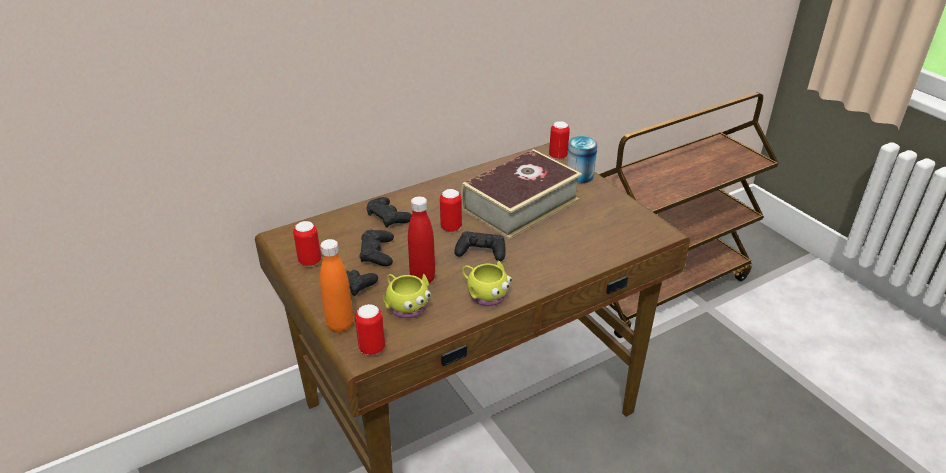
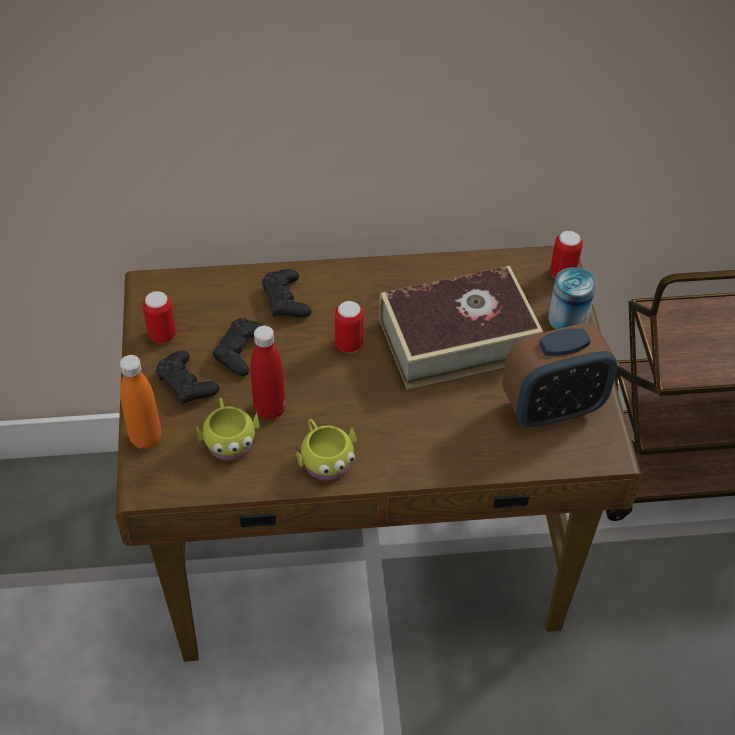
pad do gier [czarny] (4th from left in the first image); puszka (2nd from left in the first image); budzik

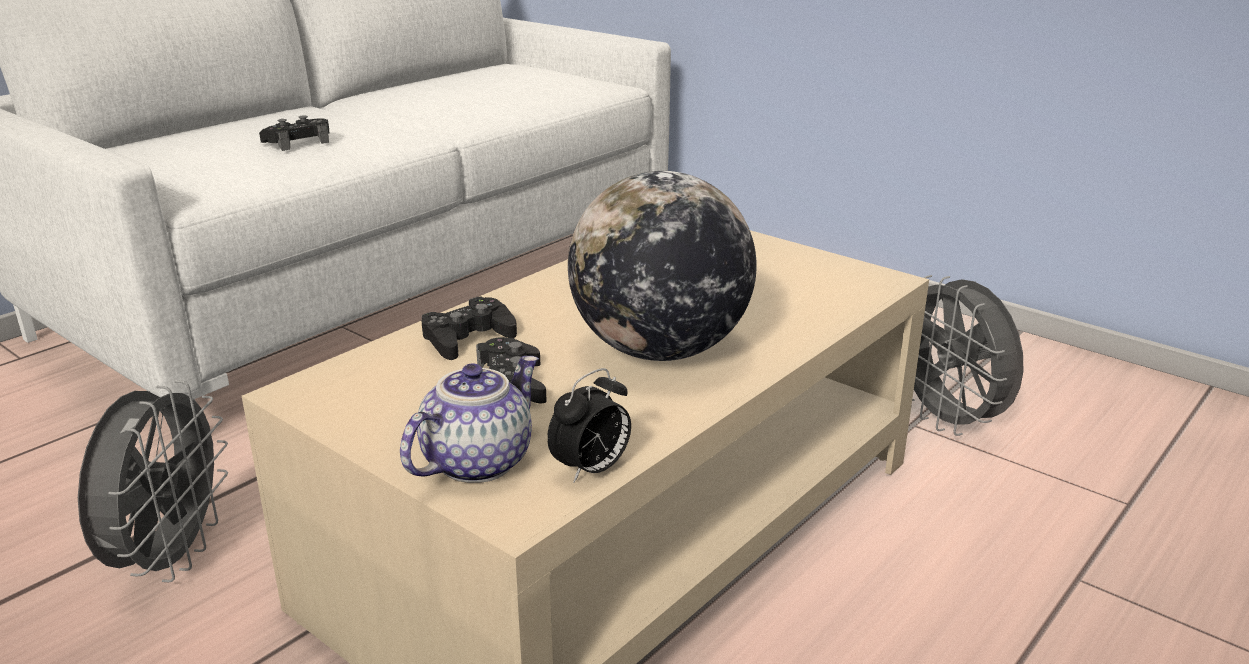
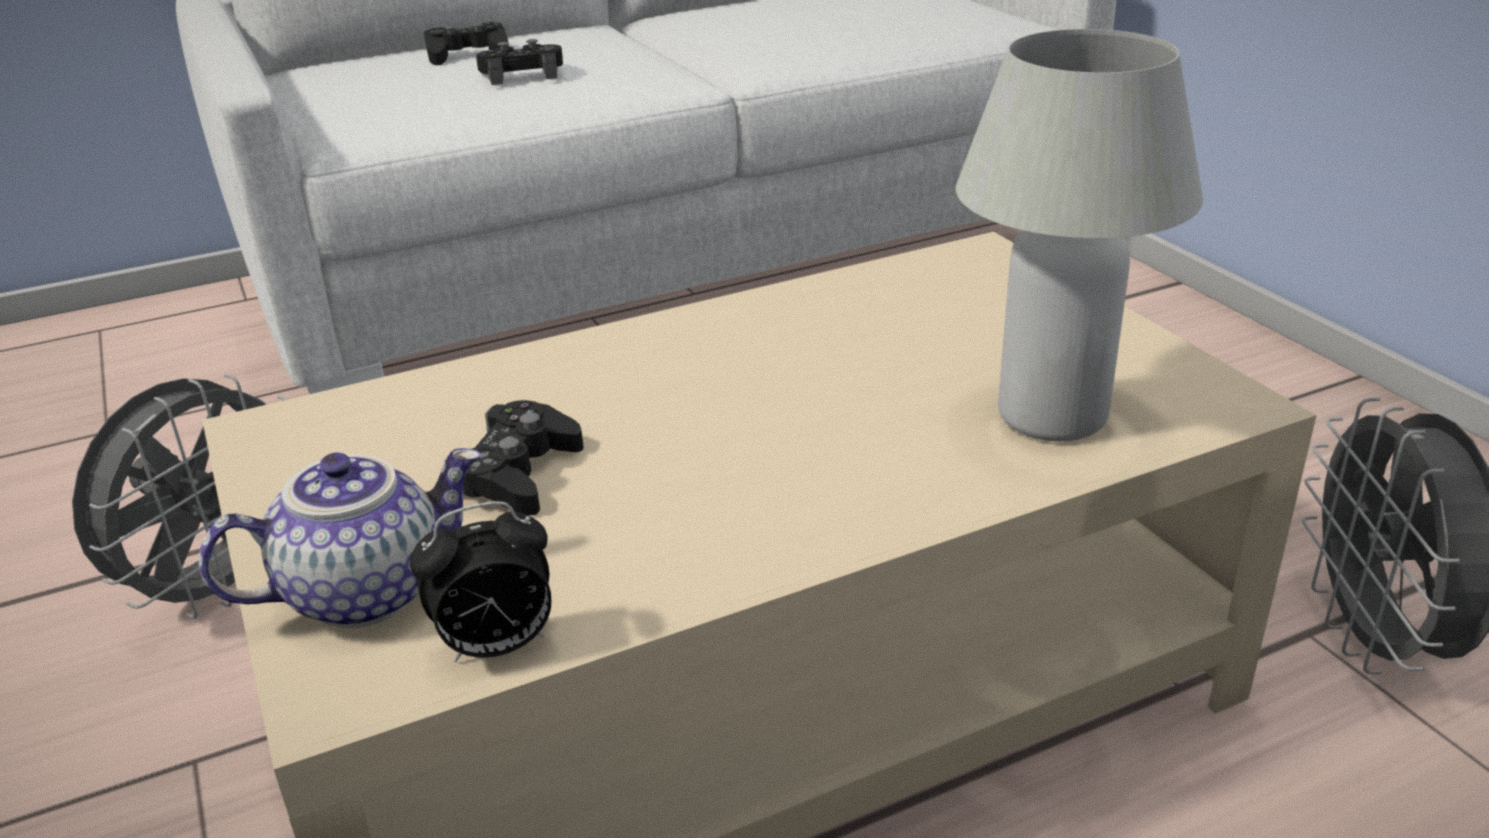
globus; pad do gier [czarny] (1st from left); lampa stołowa [biały]

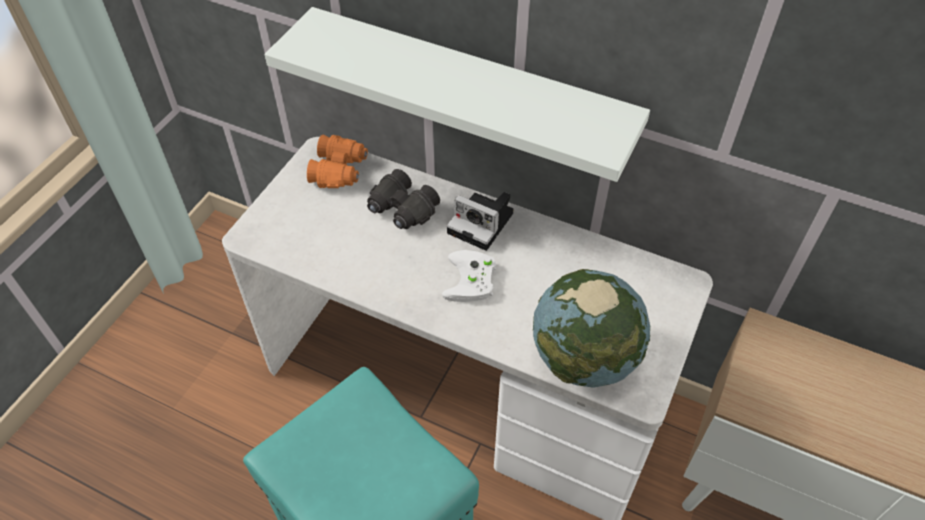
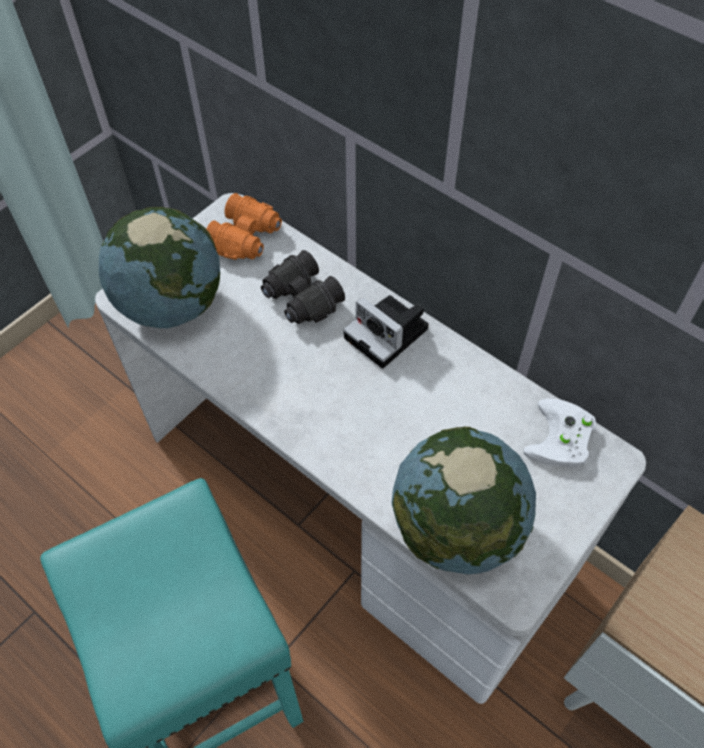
półka [biały]; pad do gier [biały]; globus (1st from left)

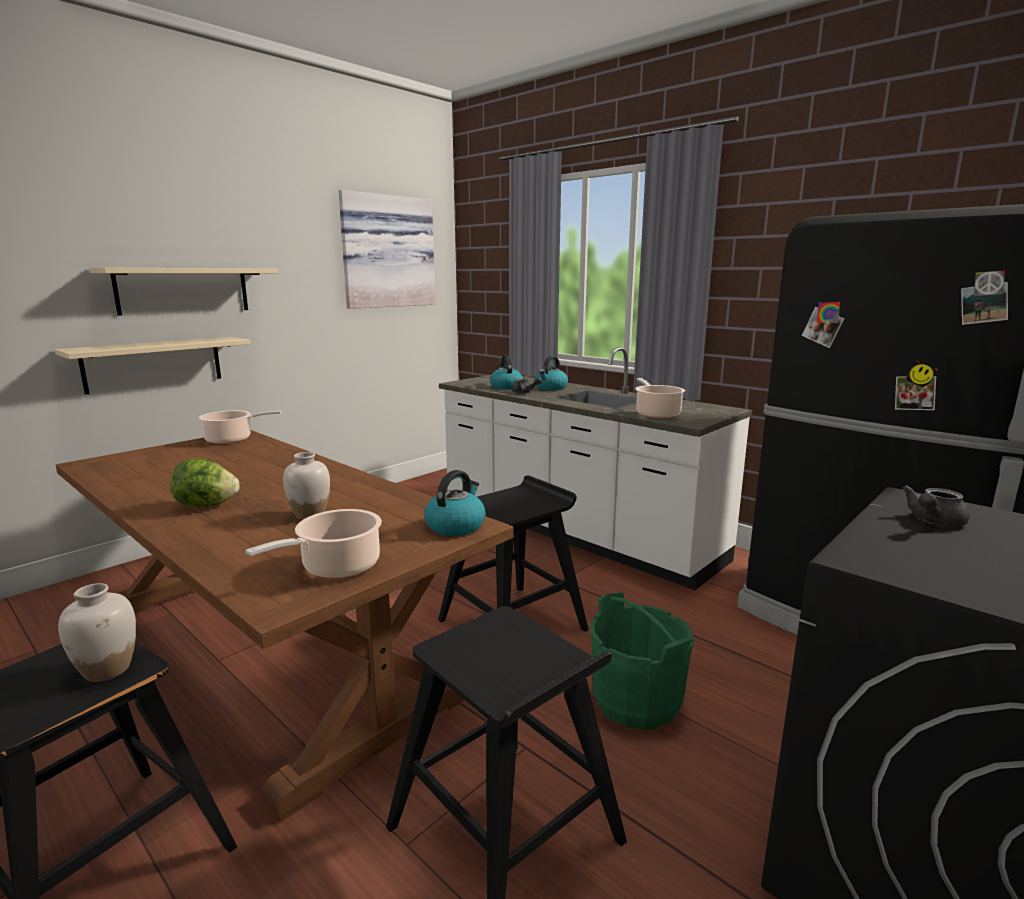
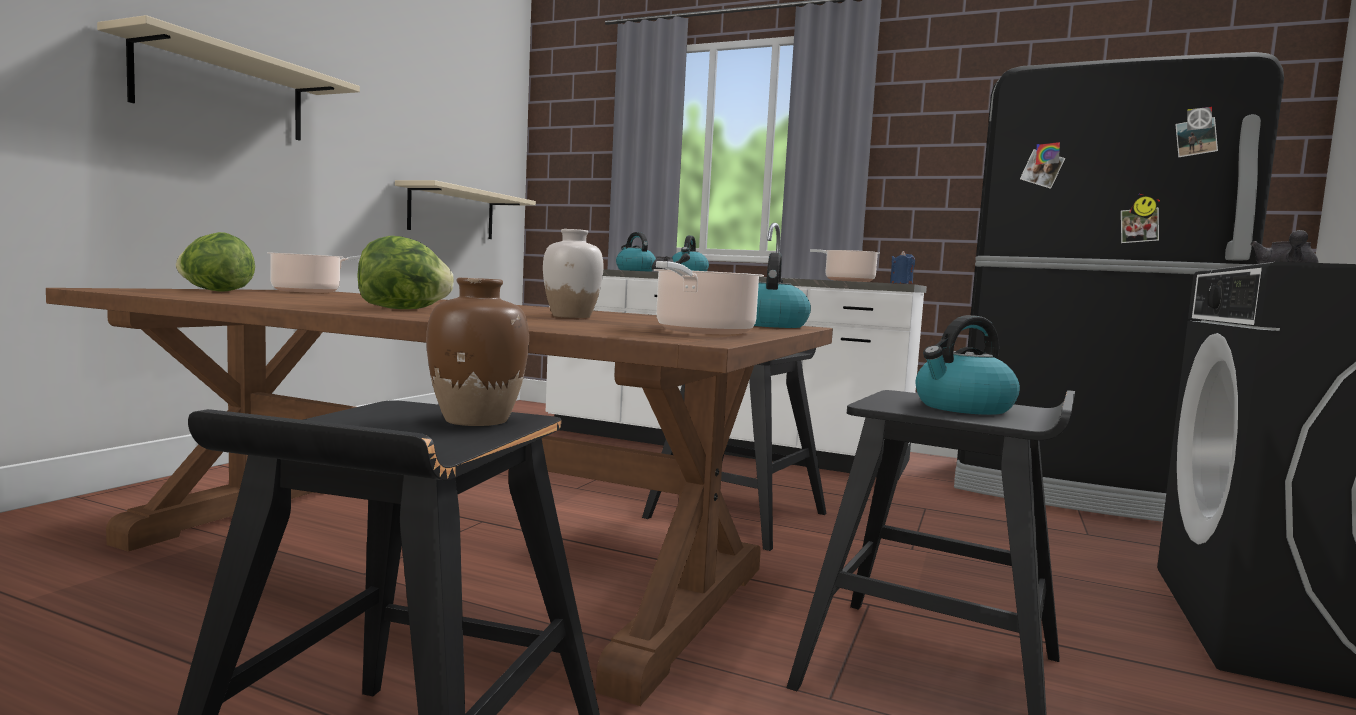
obraz; półka [beżowy] (2nd from left); wazon [brązowy]; wiadro [zielony]; sałata (1st from left); świeca [niebieski]; czajnik (4th from left)

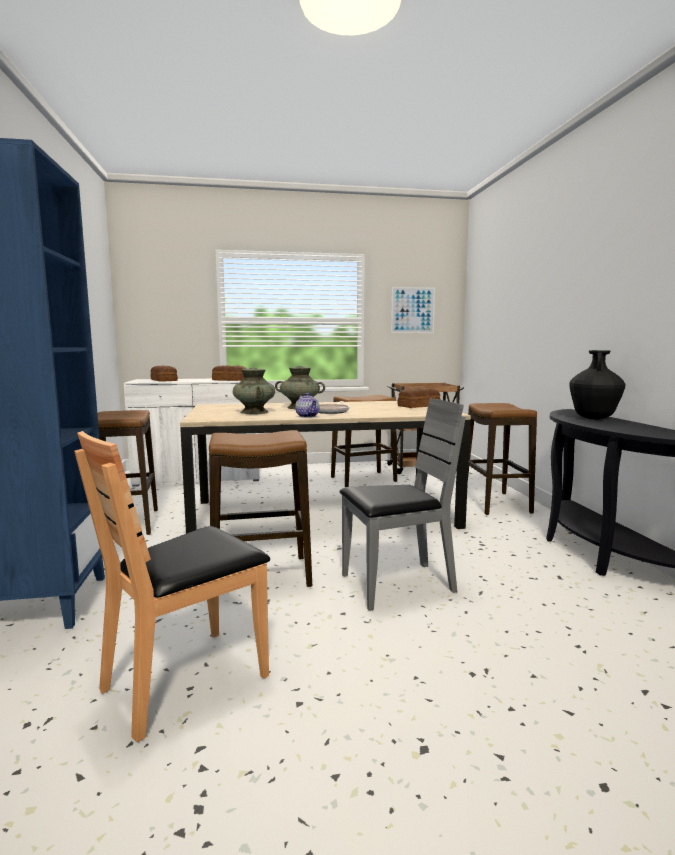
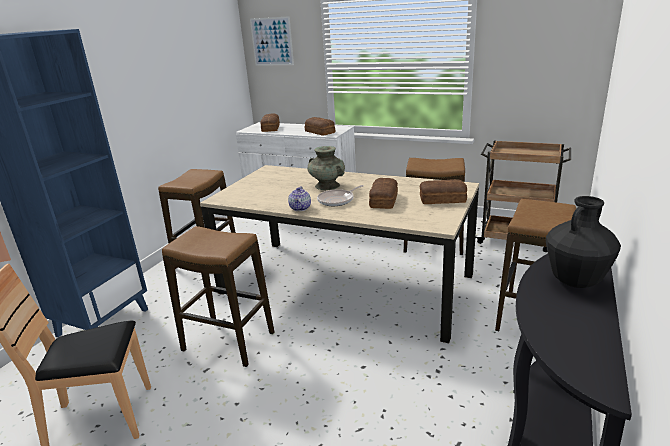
obraz; wazon [turkusowy] (1st from left in the first image); krzesło [szary]; chleb (3rd from left)

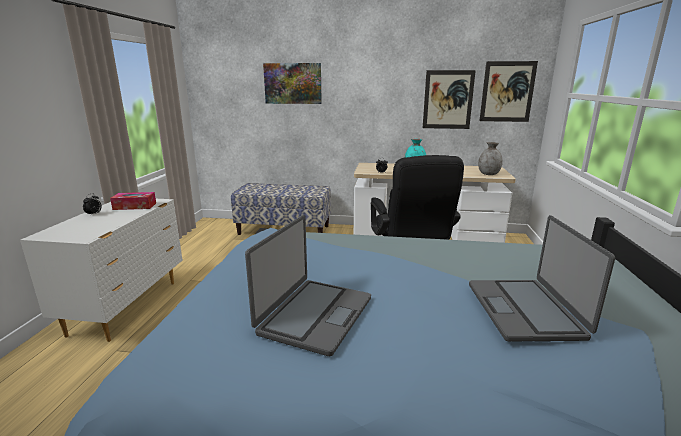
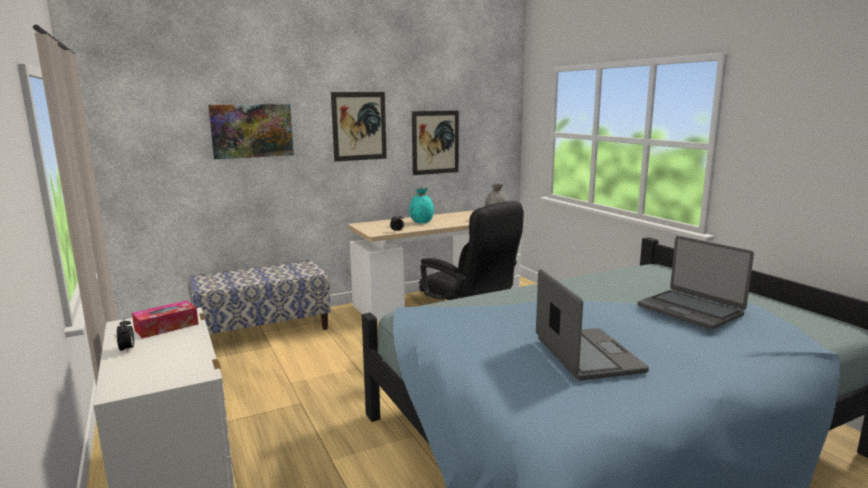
obraz (2nd from left)

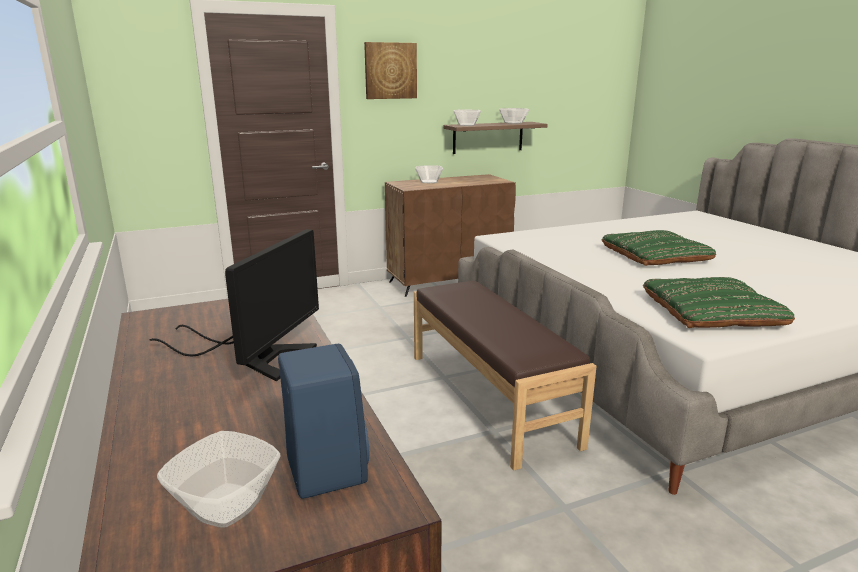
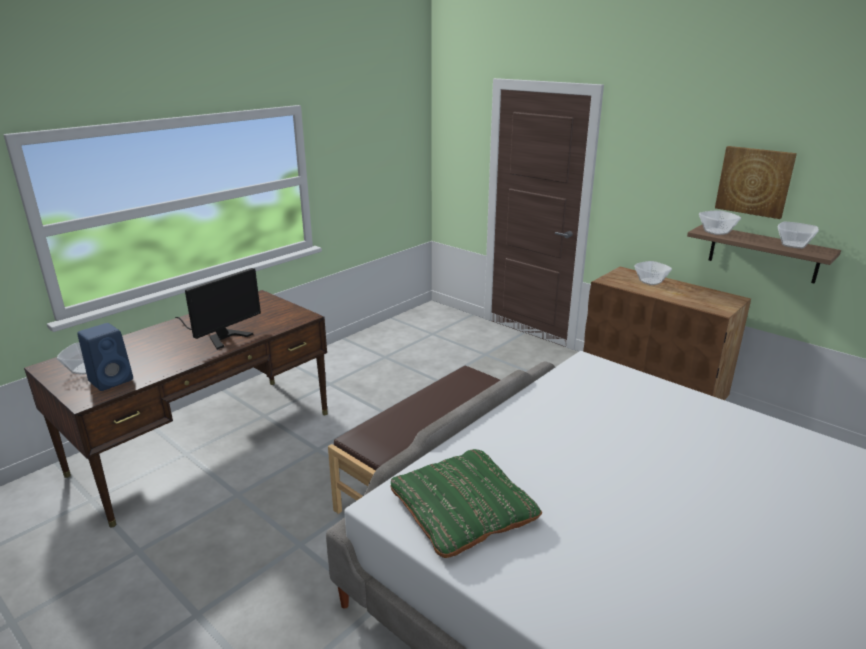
obraz; monitor; poduszka [zielony] (1st from left in the first image)

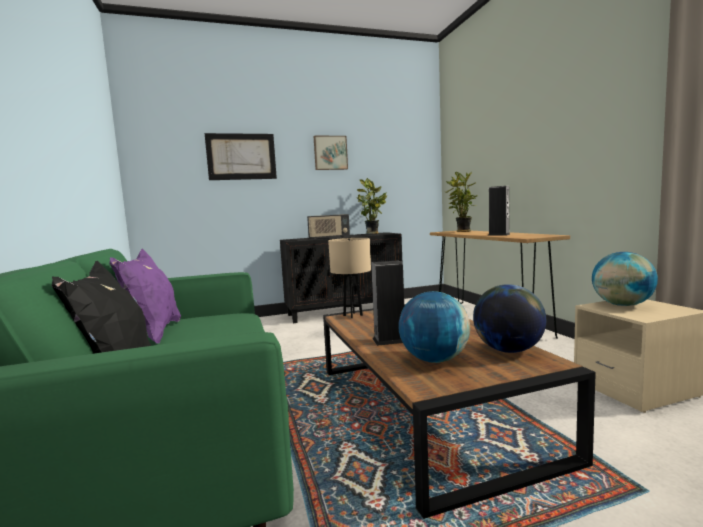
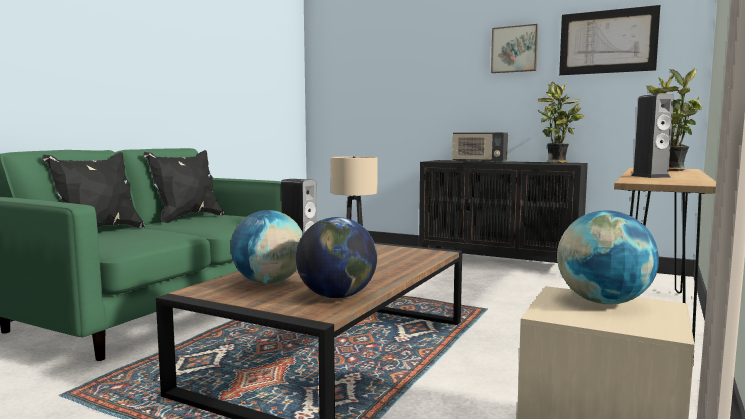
obraz (2nd from left); poduszka [czarny] (2nd from left)

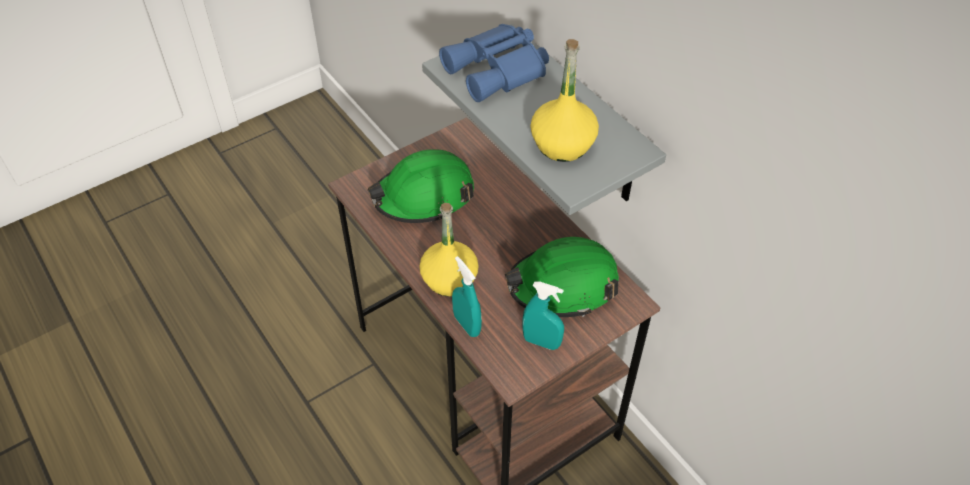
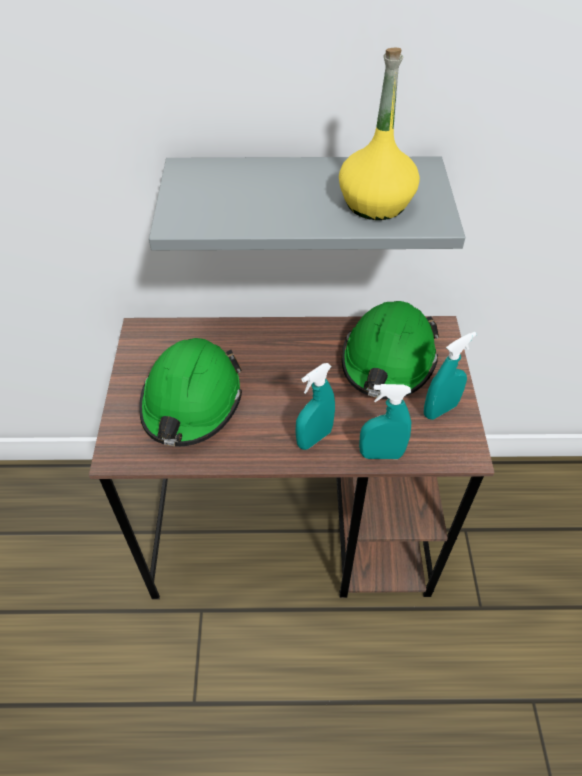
lornetka [niebieski]; spryskiwacz [turkusowy] (1st from left)

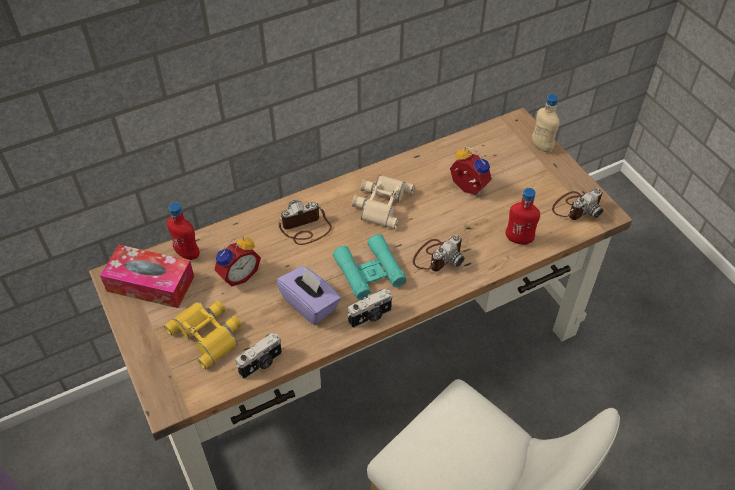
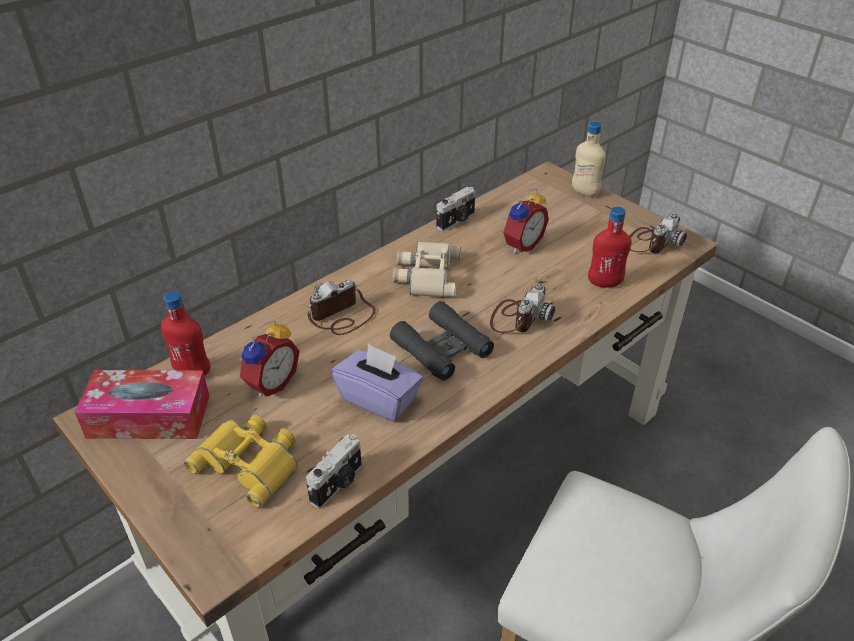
budzik (2nd from left); lornetka [czarny]; aparat fotograficzny (3rd from left)

